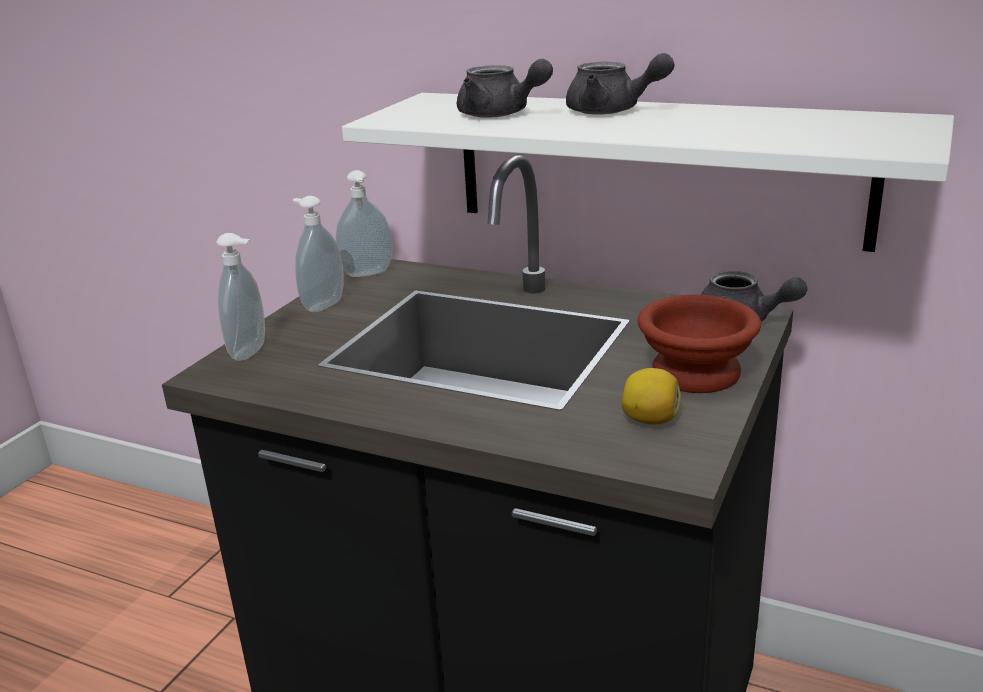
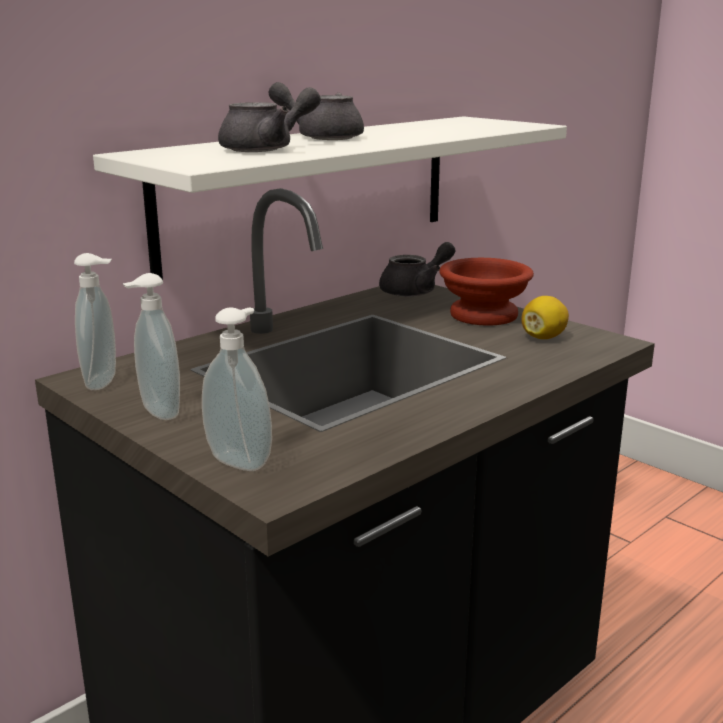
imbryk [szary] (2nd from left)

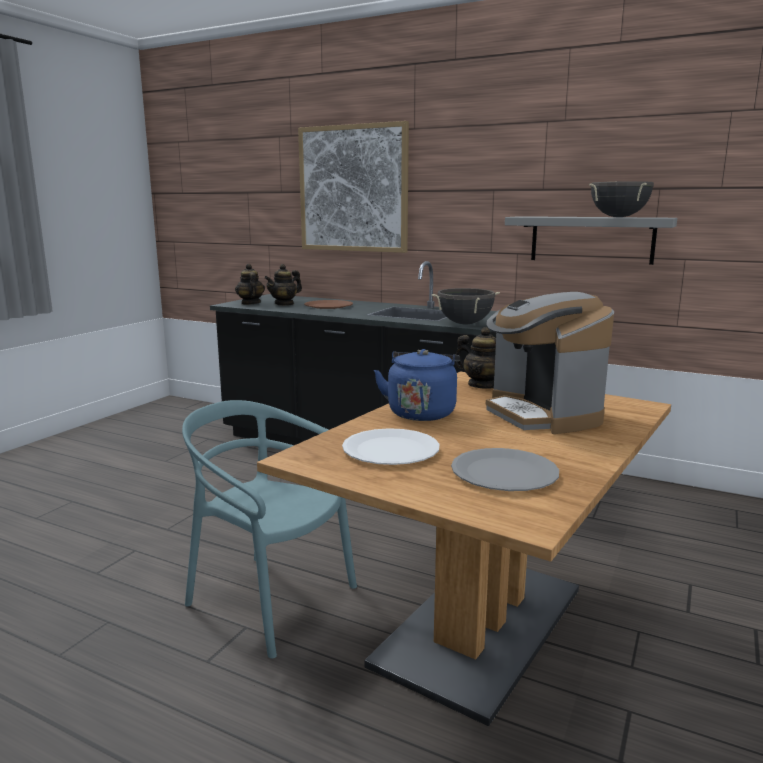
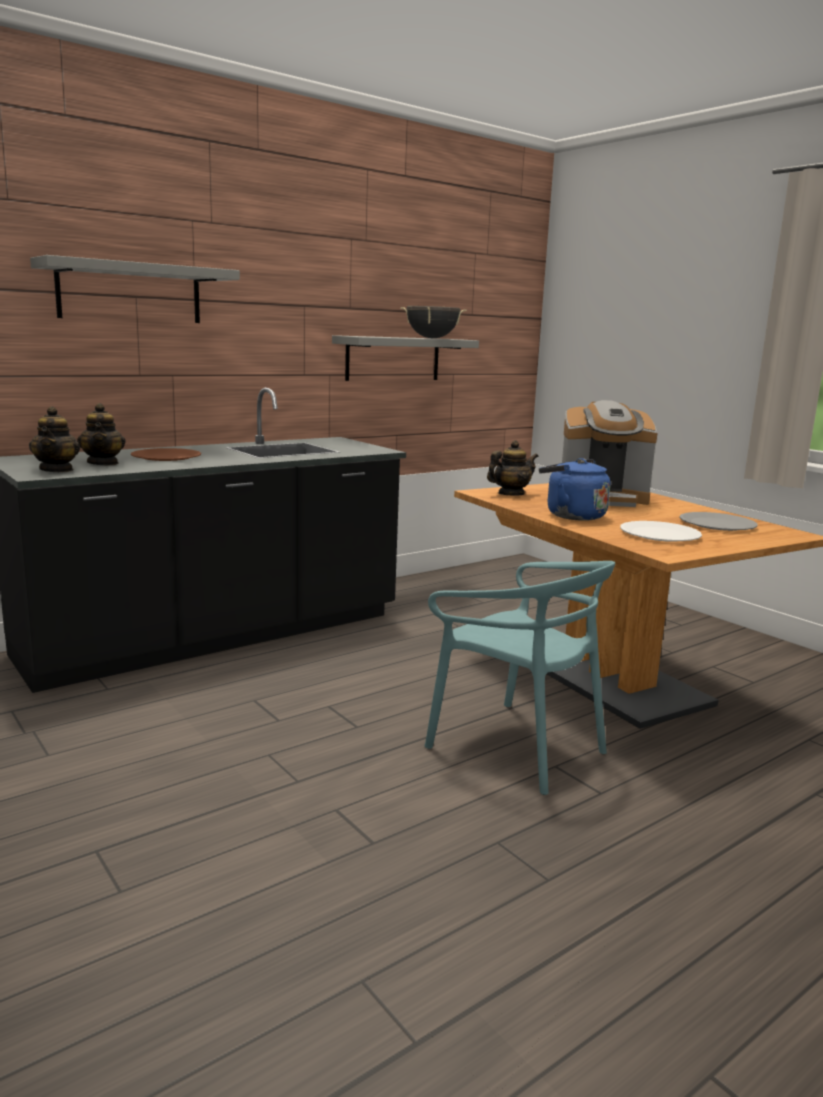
półka [szary] (1st from left); imbryk (1st from left); garnek [czarny] (1st from left in the first image); krzesło [turkusowy]

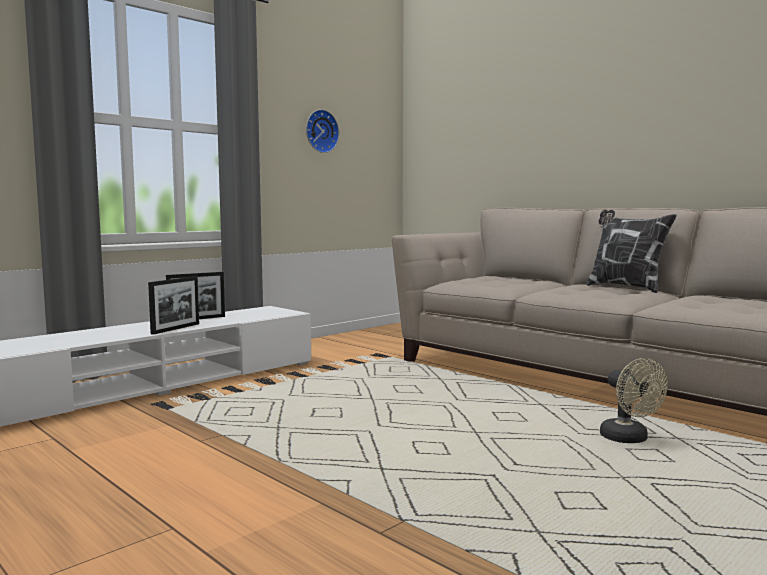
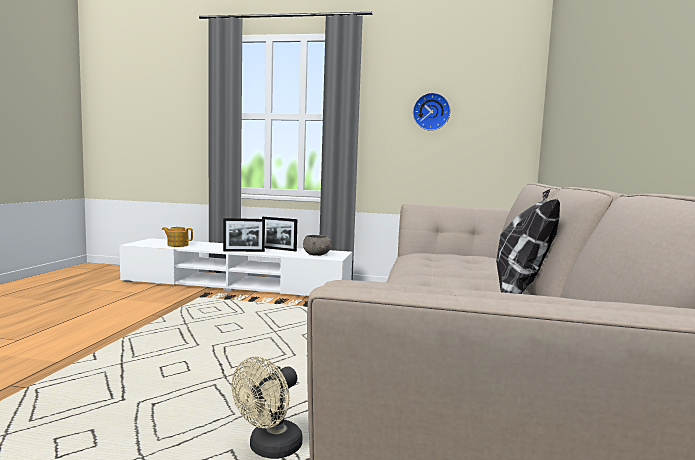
imbryk; miska [szary]

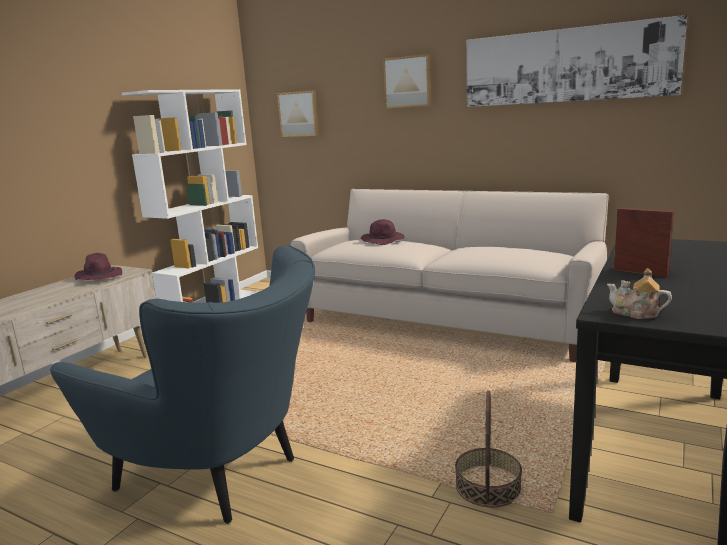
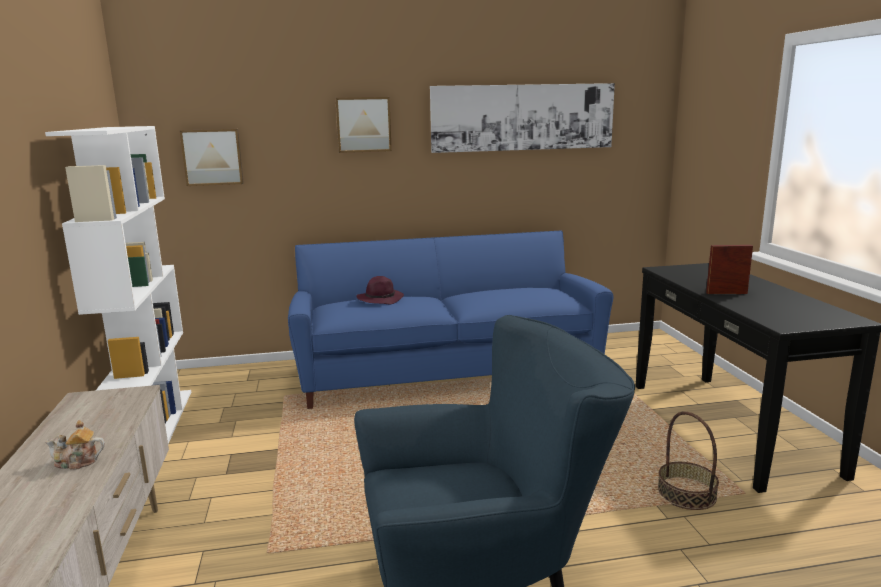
kanapa [niebieski]; kapelusz [fioletowy] (1st from left in the first image); imbryk

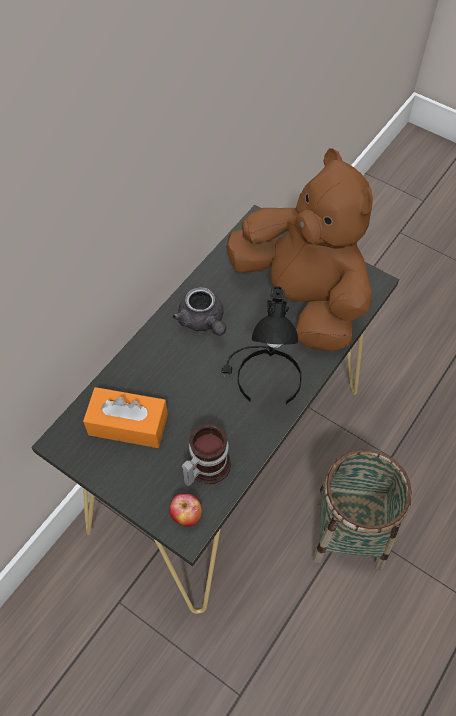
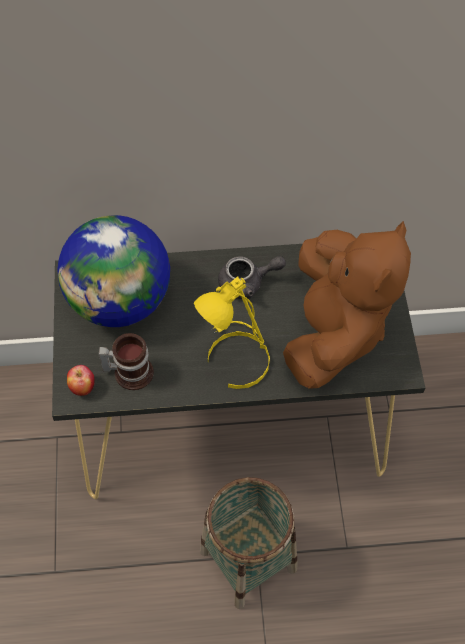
lampa stołowa [żółty]; imbryk [szary]; globus

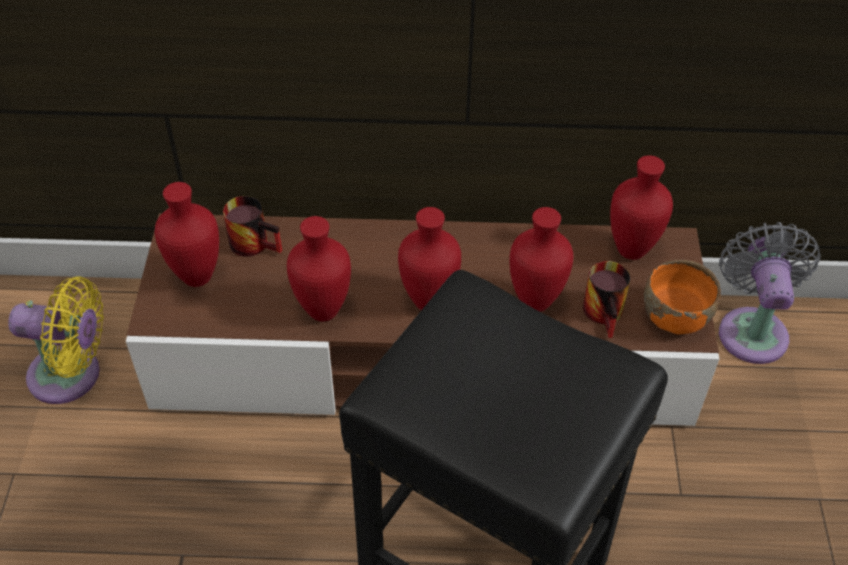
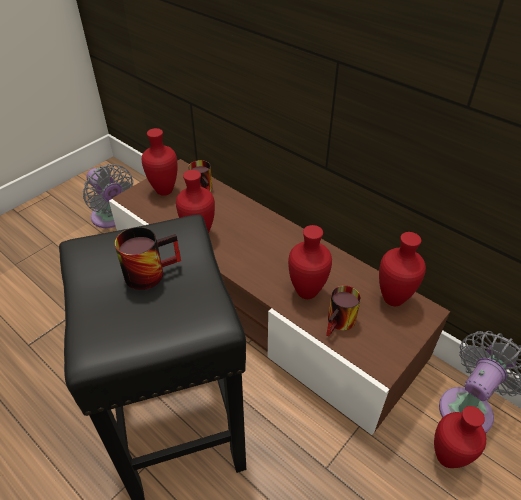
wazon [czerwony] (5th from left); miska [pomarańczowy]; wentylator [szary] (1st from left); kubek (1st from left)

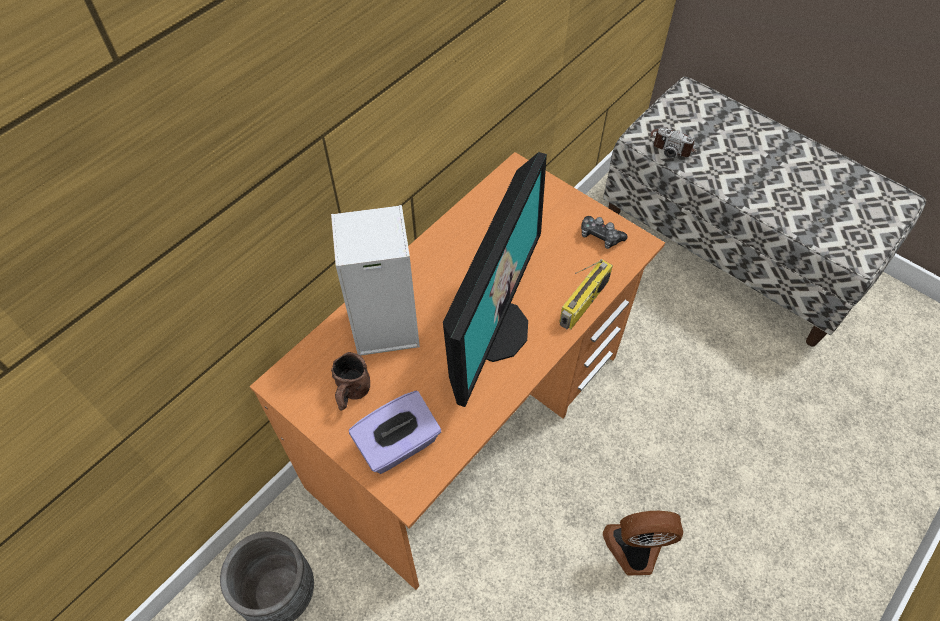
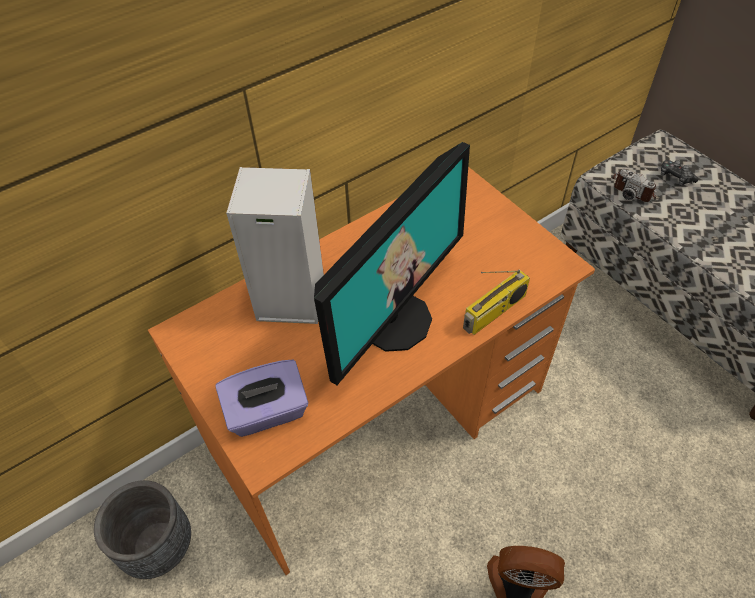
pad do gier; kubek [brązowy]

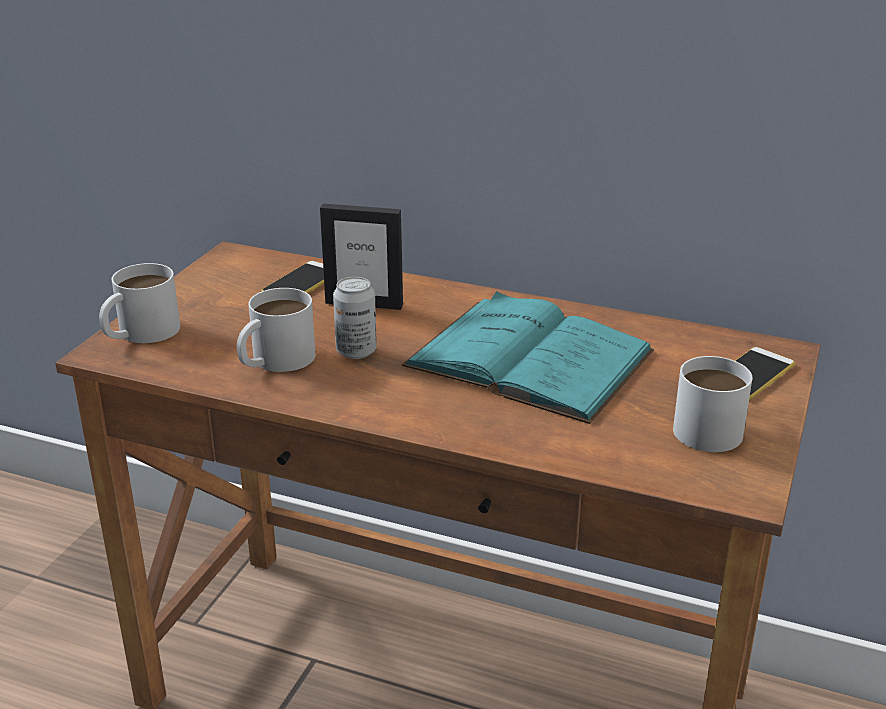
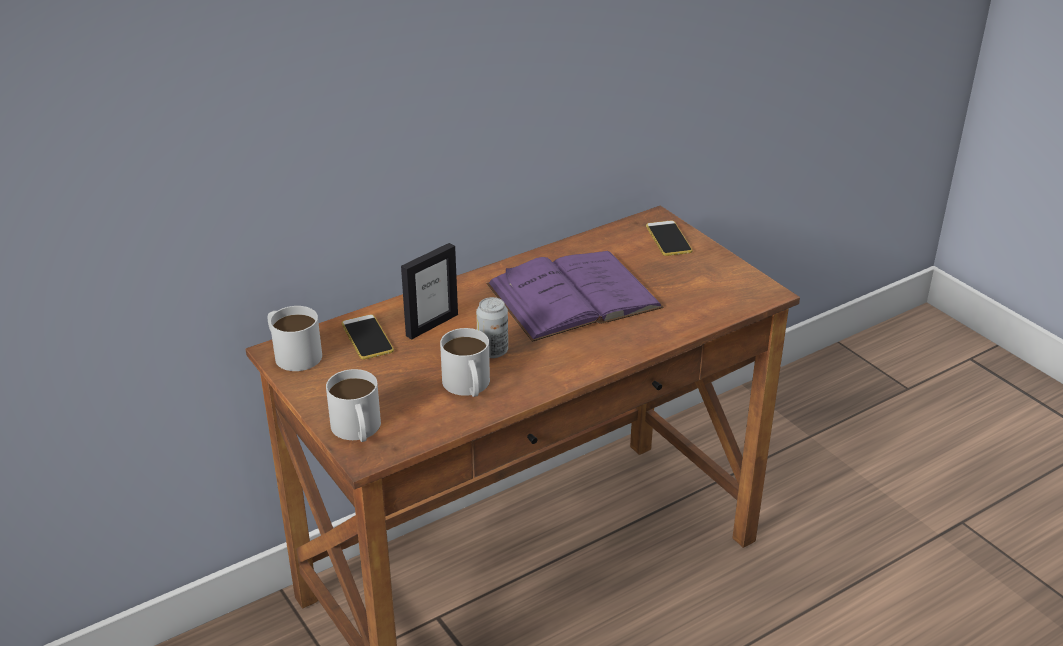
książka [fioletowy]; kubek [biały] (1st from left)

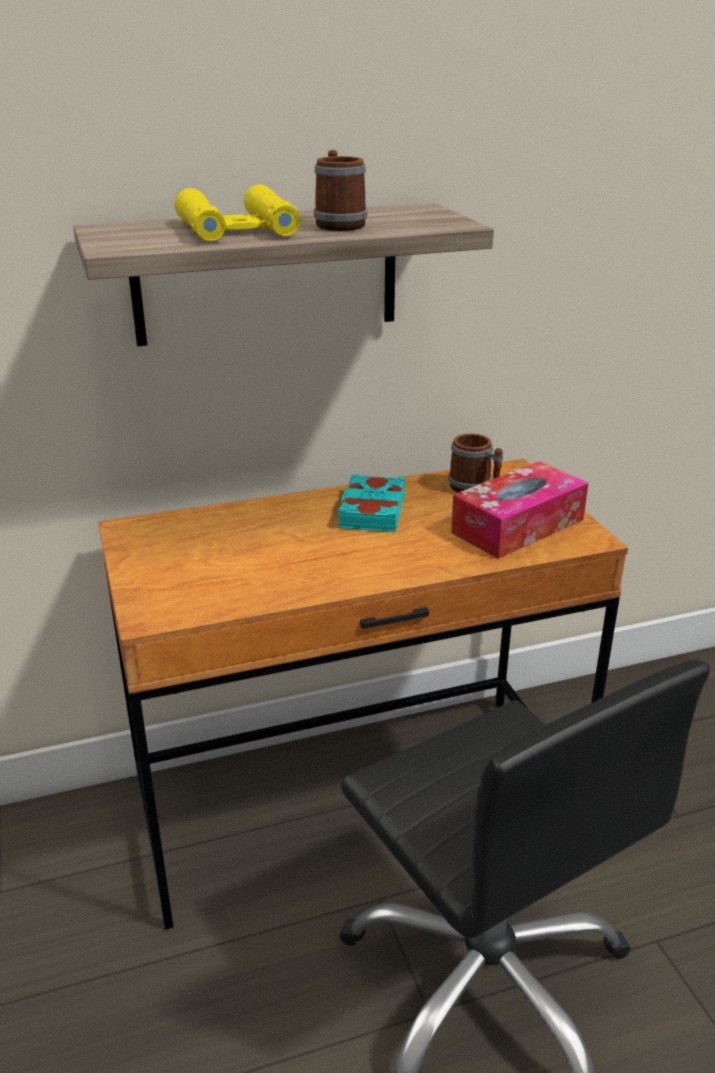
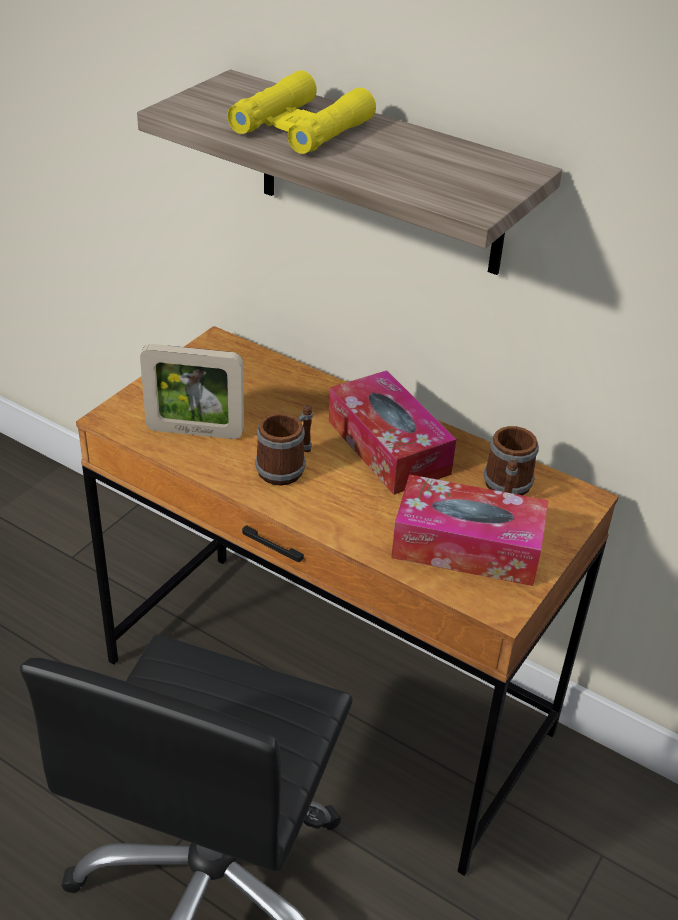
kubek (1st from left); pudełko chusteczek (1st from left); ramka na zdjęcie

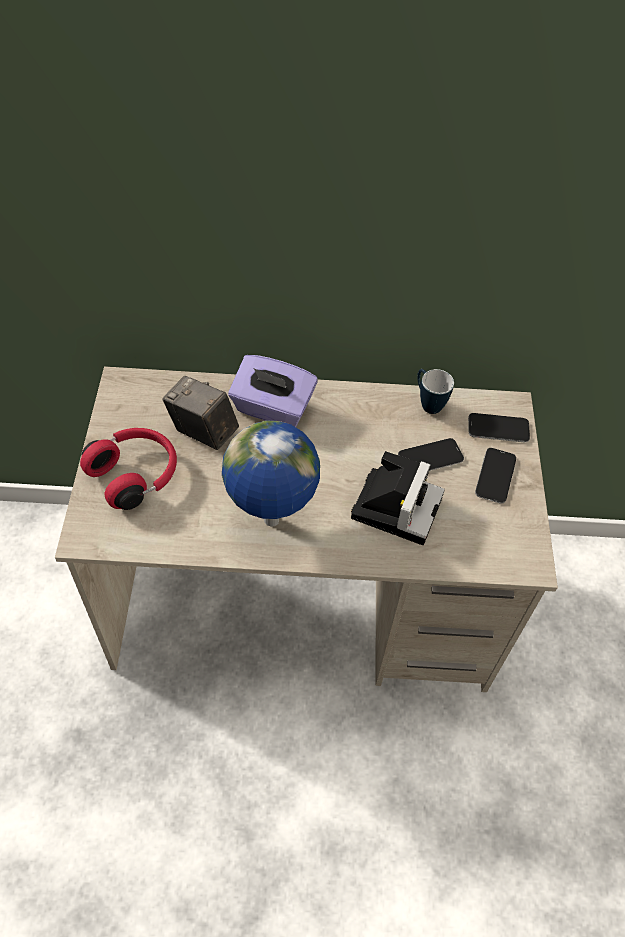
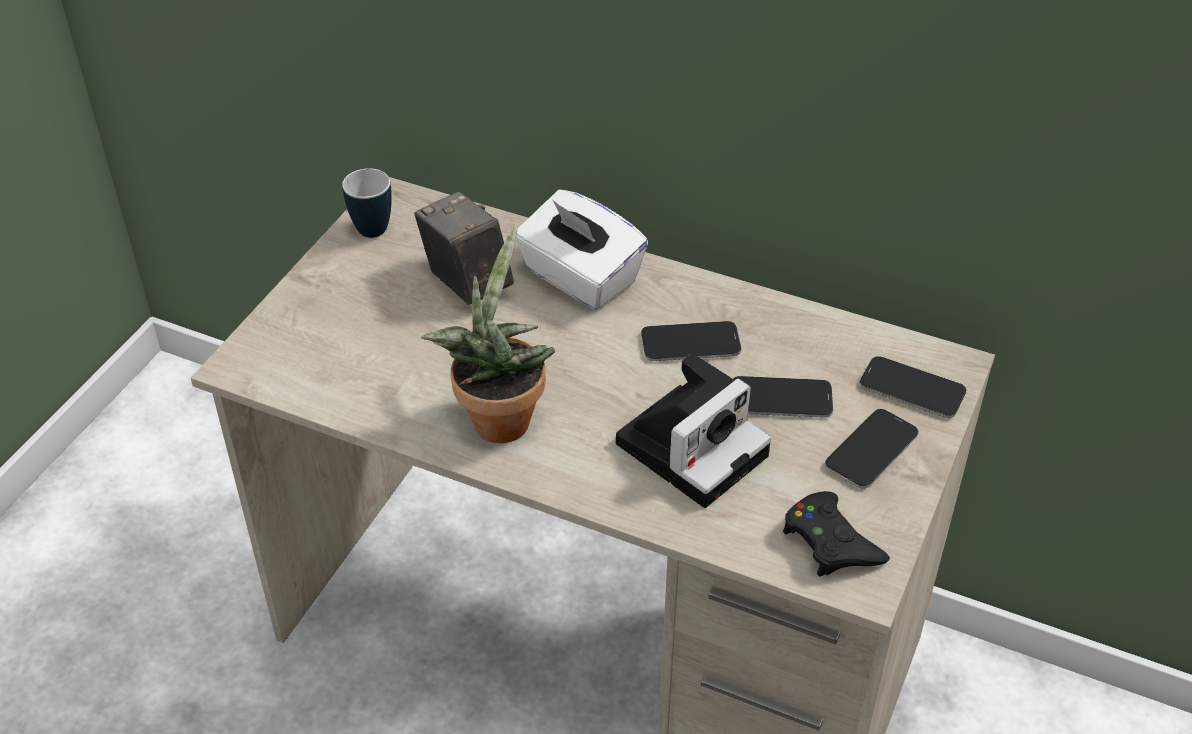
pudełko chusteczek [biały]; kubek; roślina doniczkowa; słuchawki [czerwony]; telefon (1st from left); pad do gier [czarny]

